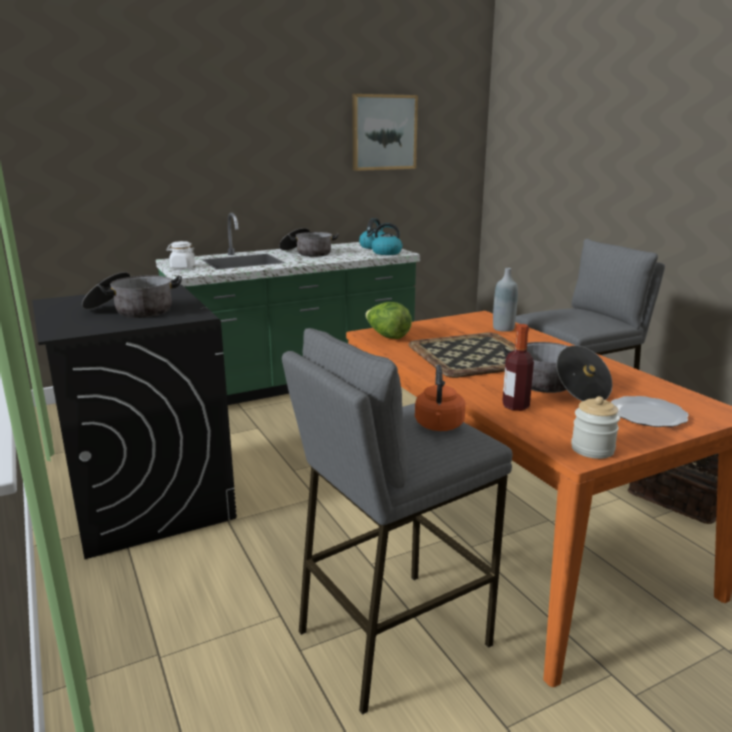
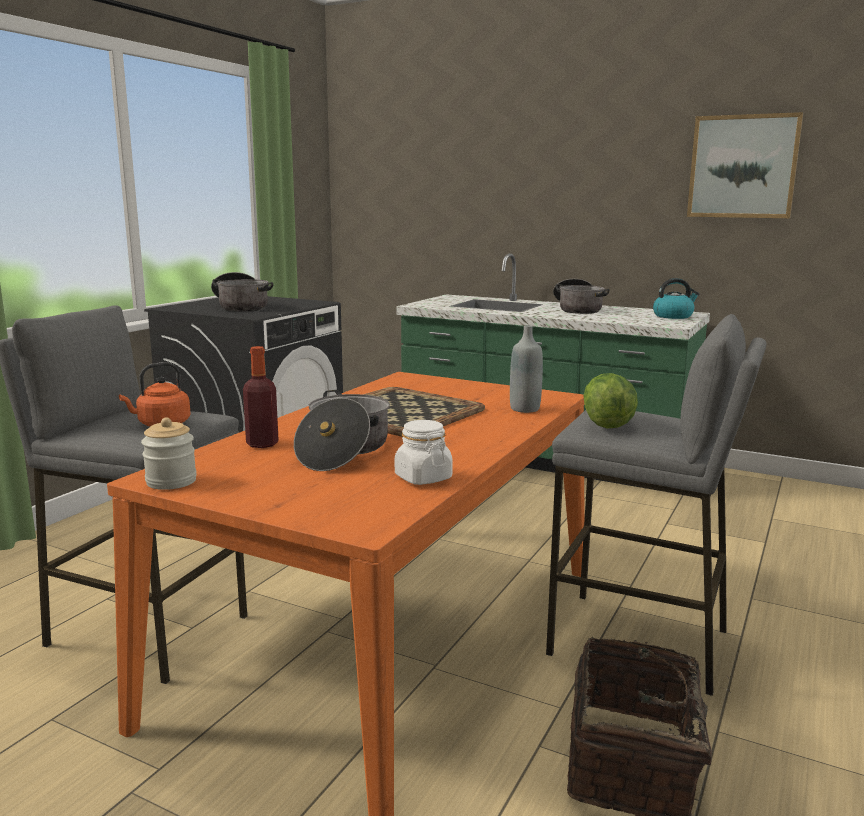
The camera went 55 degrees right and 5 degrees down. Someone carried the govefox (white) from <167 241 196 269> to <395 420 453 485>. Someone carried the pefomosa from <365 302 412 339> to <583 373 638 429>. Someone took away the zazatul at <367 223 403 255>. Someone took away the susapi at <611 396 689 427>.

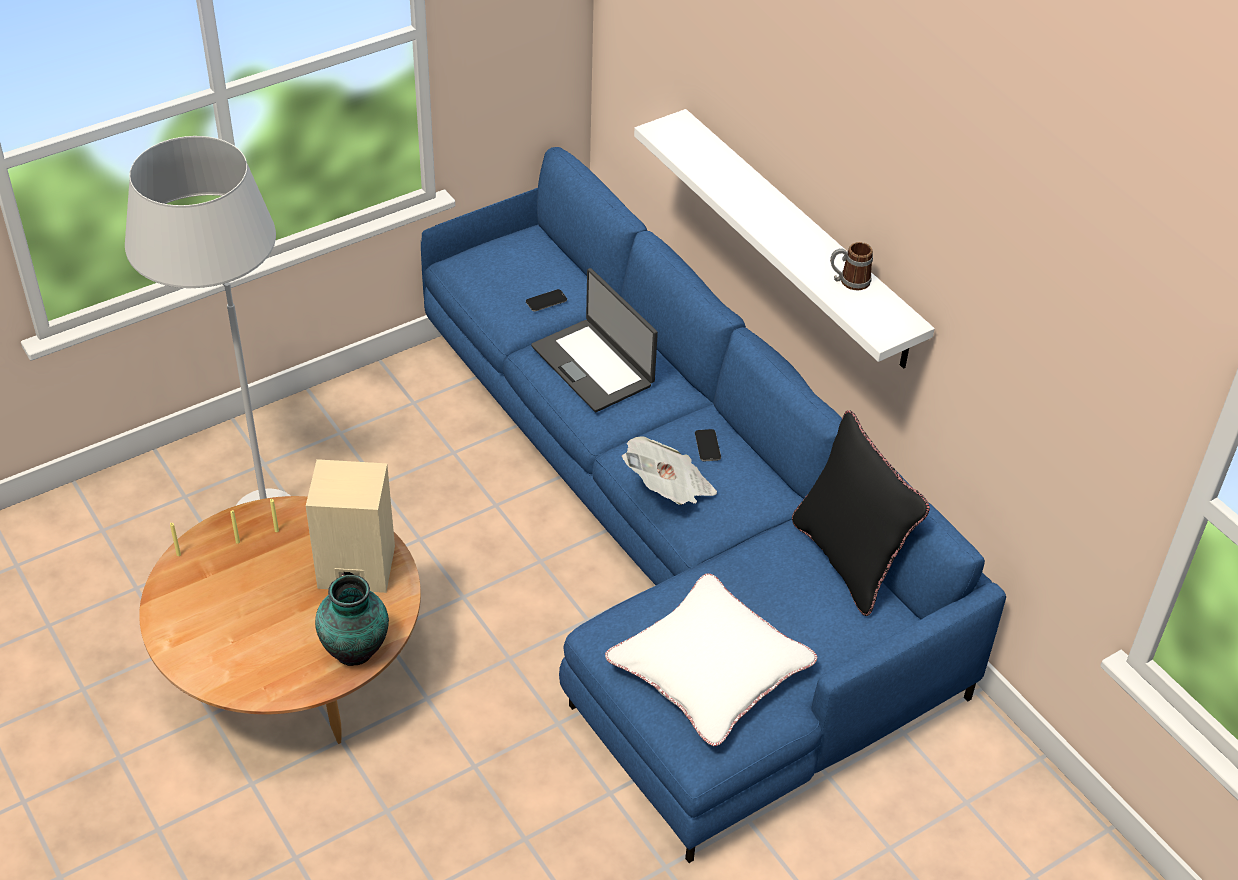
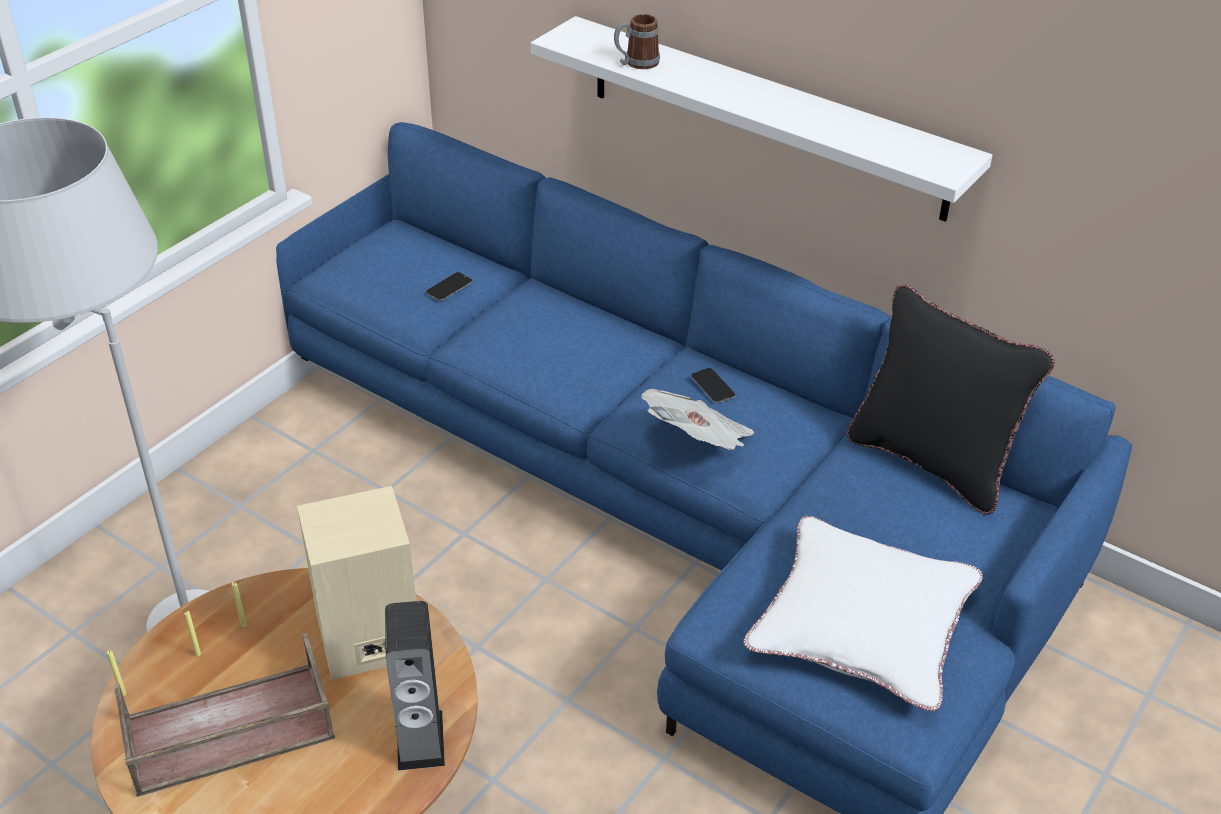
The camera went 20 degrees left and 5 degrees down. Someone swapped the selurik at <315 575 389 666> for the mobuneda at <385 601 445 770>. Someone took away the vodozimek at <531 268 658 412>. Someone carried the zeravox from <830 242 873 290> to <614 14 660 69>. Someone put down the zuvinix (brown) at <114 632 335 797>.

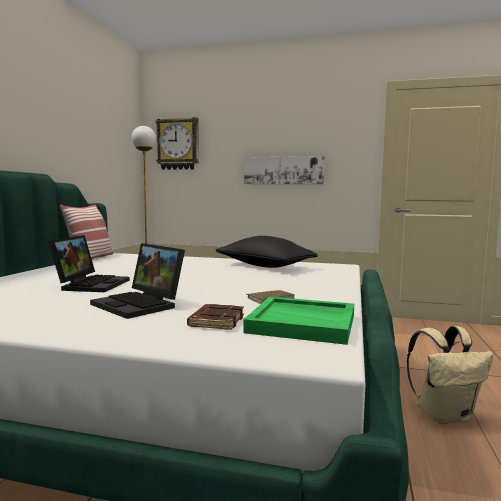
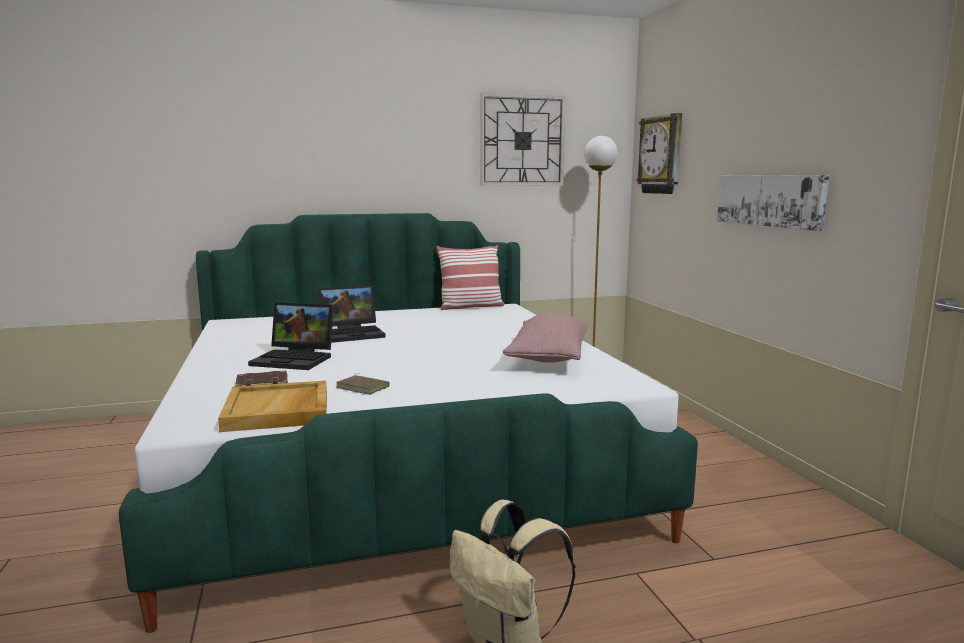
The camera went 60 degrees right and 5 degrees up. Someone rotated the vodozimek at <90 243 185 319> by 90 degrees counterclockwise. Someone repainted the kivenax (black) at <216 236 318 268>, which became the kivenax (pink) at <503 313 588 363>. Someone repainted the zuvinix (green) at <243 297 354 345>, which became the zuvinix (beige) at <218 381 327 432>. Someone put up the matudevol at <480 93 566 186>.

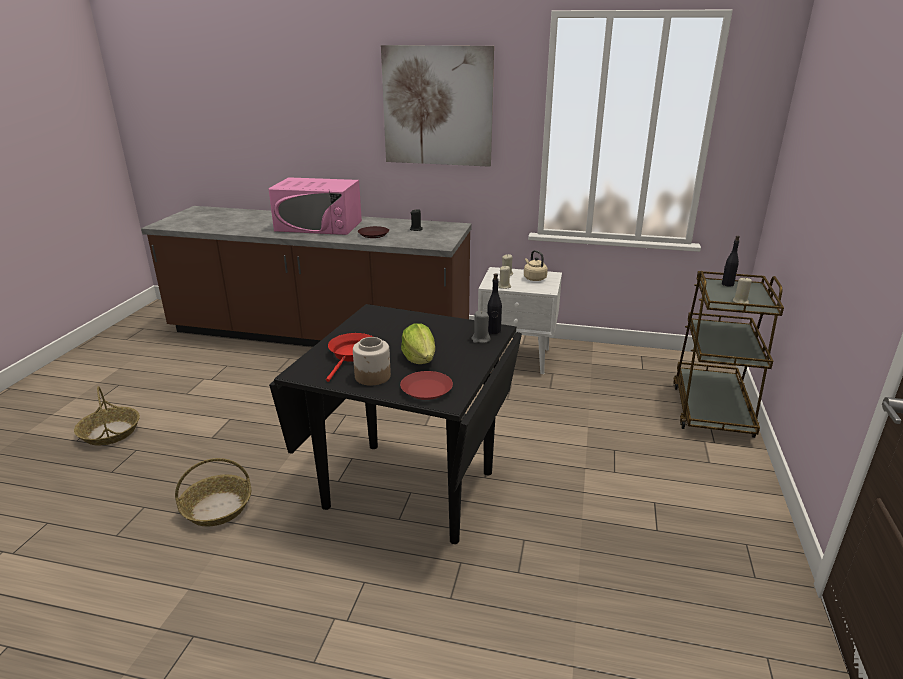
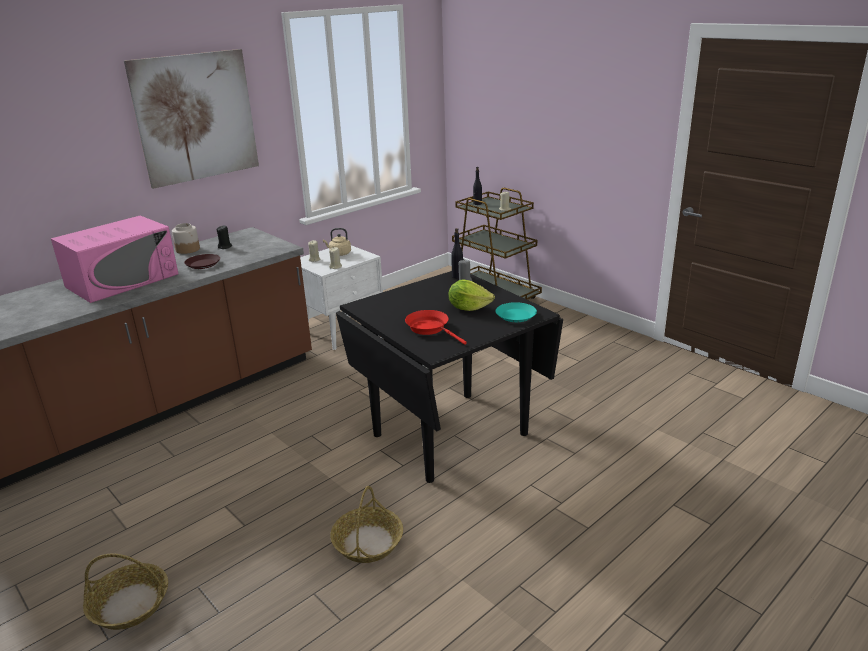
The camera went 55 degrees left and 0 degrees up. Someone carried the govefox from <353 337 391 386> to <172 223 200 254>. Someone repainted the susapi (red) at <400 371 453 400>, which became the susapi (turquoise) at <496 302 537 322>.

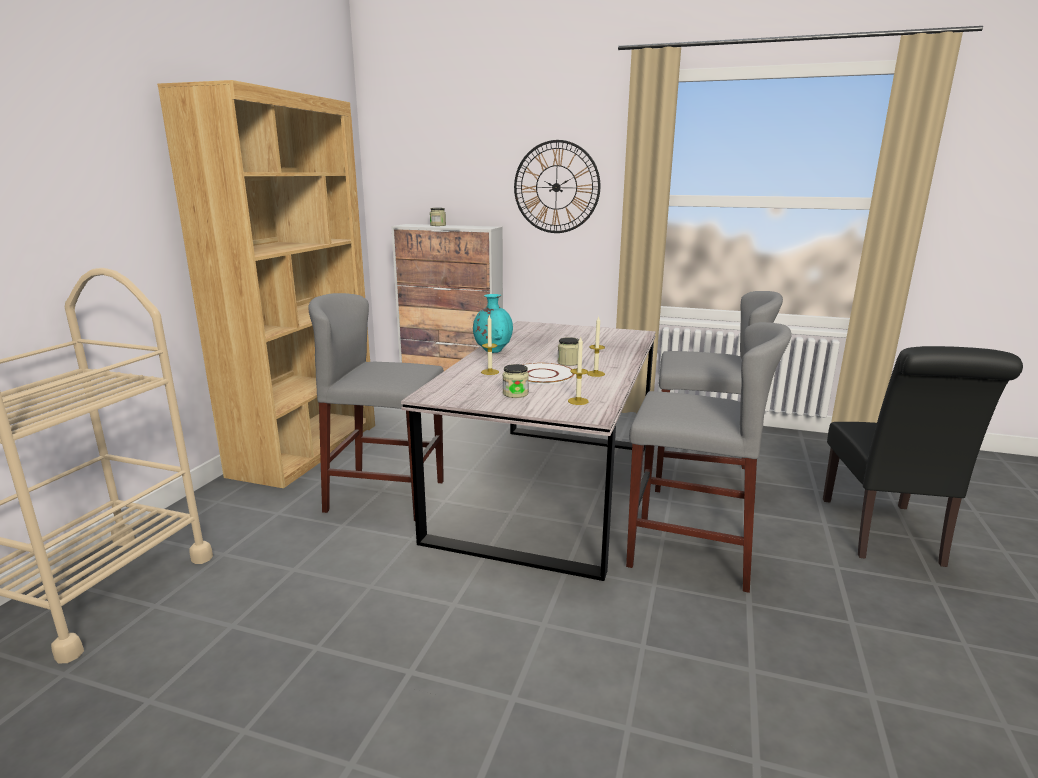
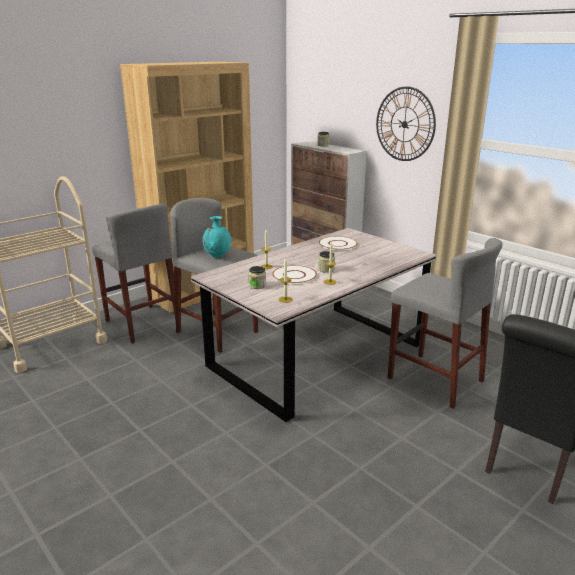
The camera went 30 degrees right and 5 degrees up. Someone carried the selurik (turquoise) from <473 294 513 353> to <202 216 231 258>. Someone carried the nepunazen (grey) from <626 322 792 593> to <92 203 176 344>. Someone put down the susapi (white) at <319 236 357 250>.

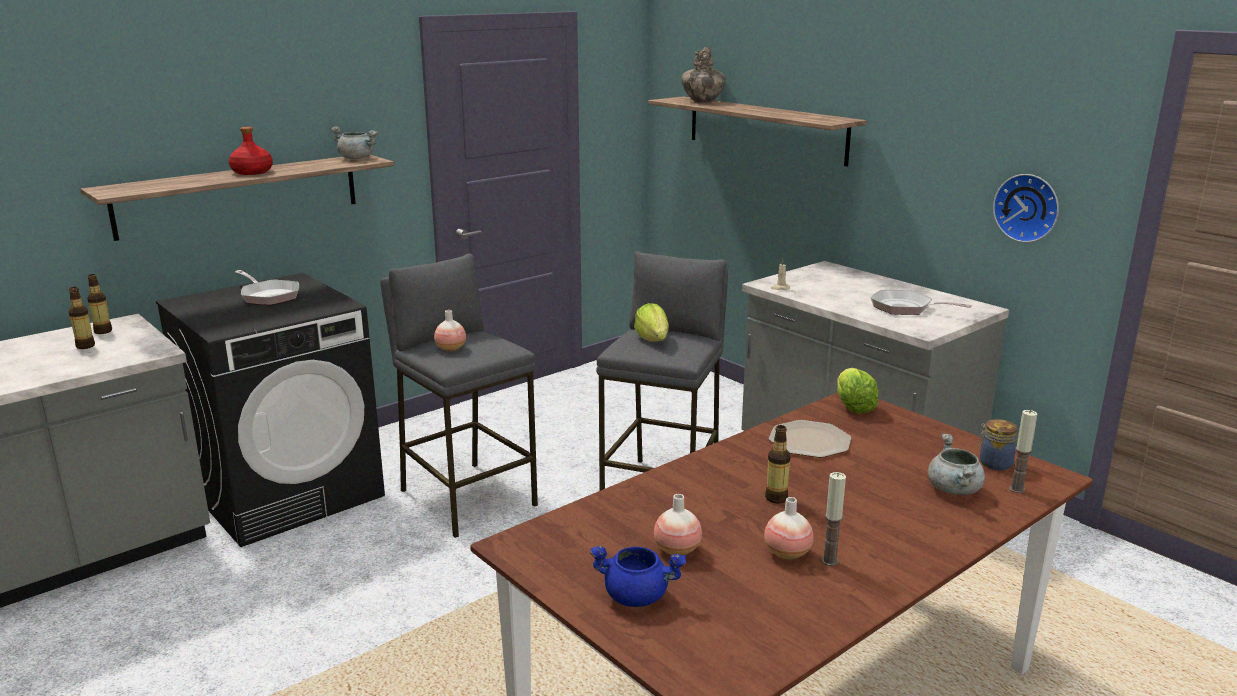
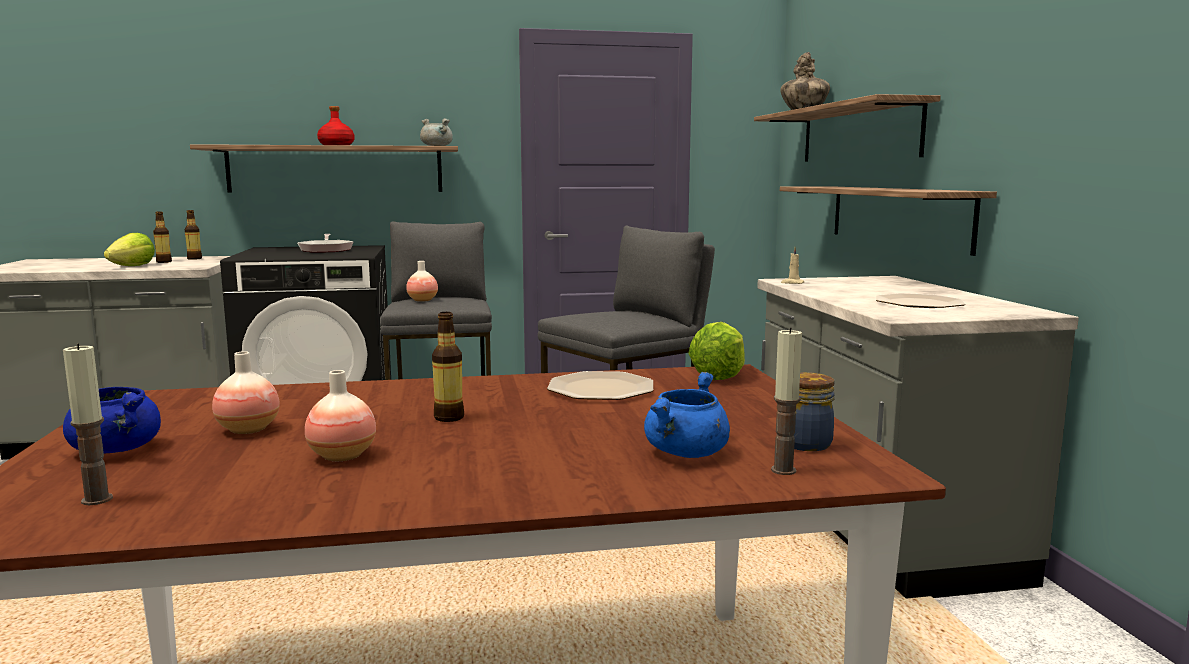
The camera went 30 degrees right and 10 degrees down. Someone carried the pefomosa from <634 303 669 342> to <104 233 155 266>. Someone carried the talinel from <821 472 846 566> to <63 343 113 505>. Someone swapped the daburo at <871 290 972 315> for the susapi at <876 293 965 308>. Someone repainted the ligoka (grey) at <928 433 985 495>, which became the ligoka (blue) at <644 372 730 458>. Someone took away the matudevol at <993 174 1059 243>. Someone put up the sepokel at <780 186 997 256>.

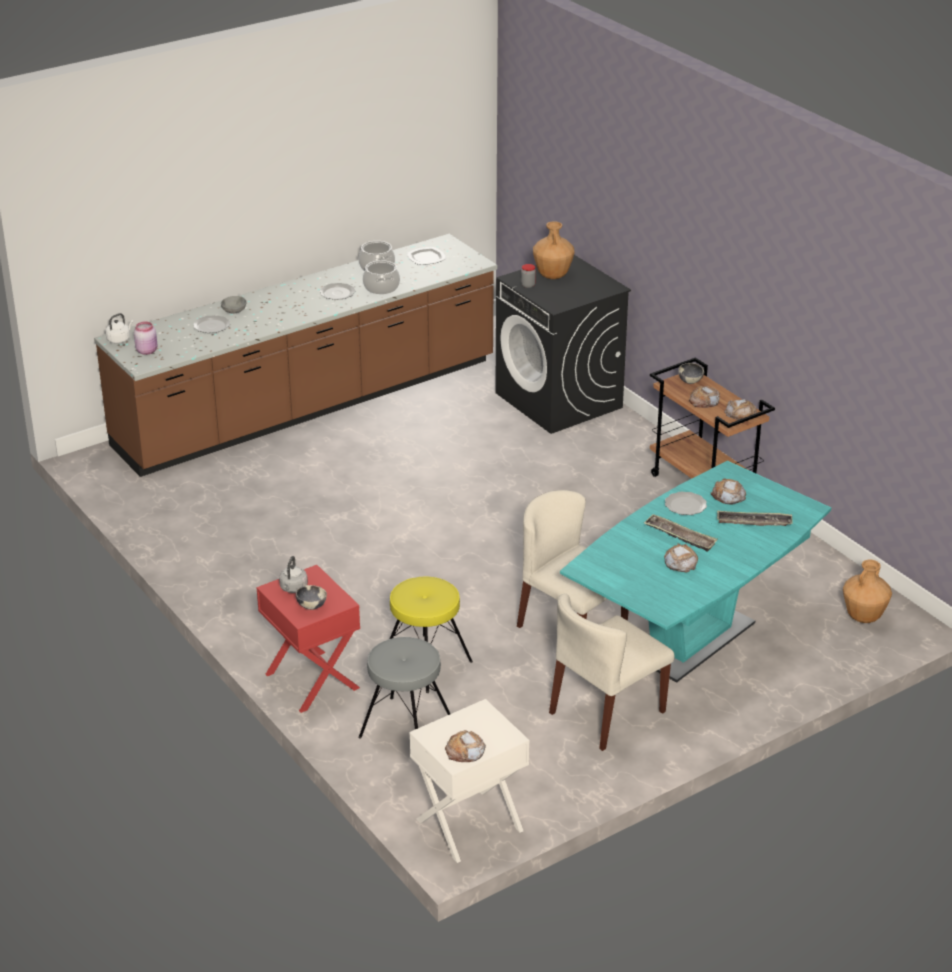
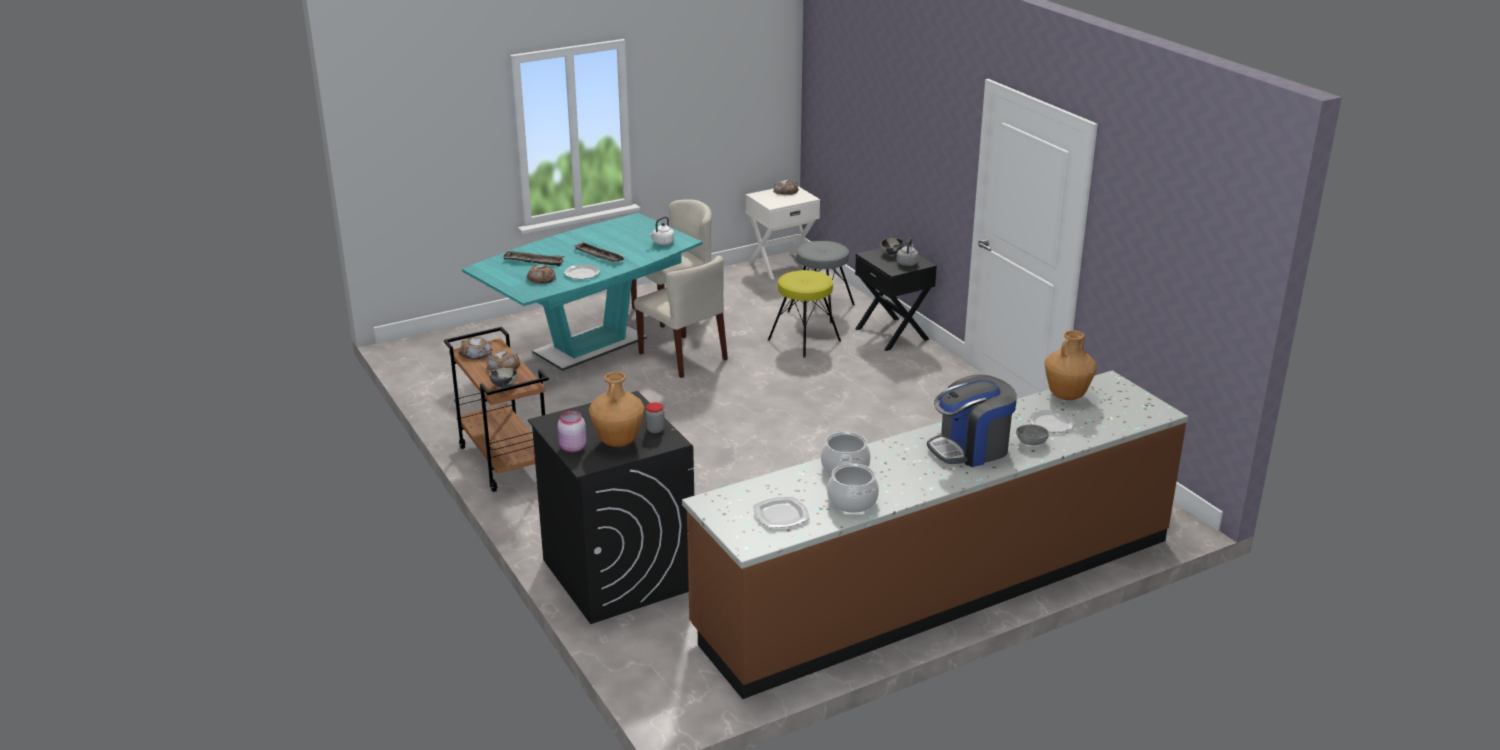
The camera went 175 degrees left and 5 degrees down. Someone carried the zazatul (white) from <105 313 133 344> to <648 217 674 245>. Someone carried the govefox (pink) from <134 321 157 355> to <557 411 587 452>. Someone repainted the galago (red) at <256 565 360 713>, which became the galago (black) at <855 246 937 351>. Someone took away the susapi at <319 283 355 300>. Someone took away the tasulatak at <664 543 698 573>. Someone carried the selurik (brown) from <843 560 892 623> to <1045 330 1097 400>. Someone put down the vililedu at <927 374 1017 467>.

